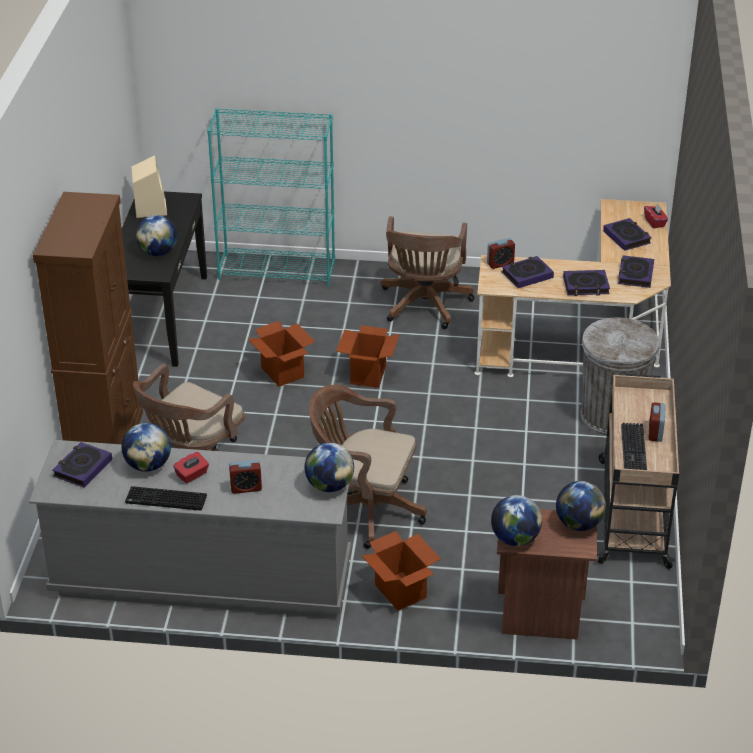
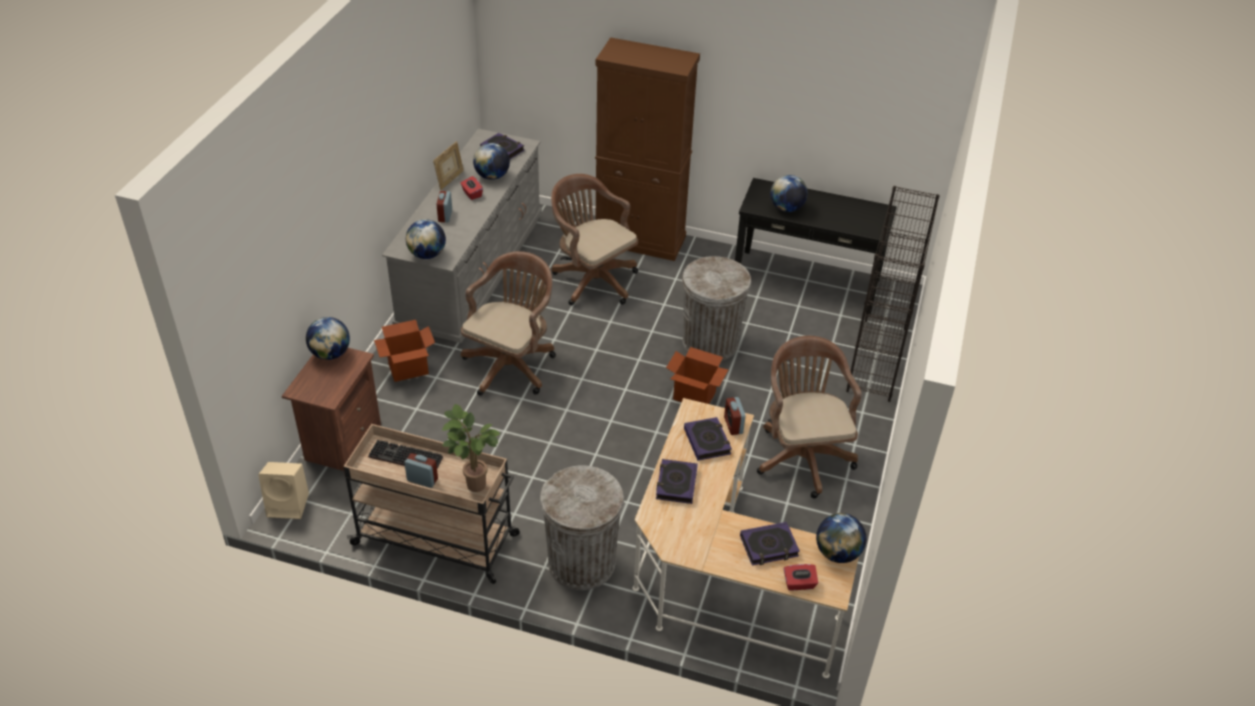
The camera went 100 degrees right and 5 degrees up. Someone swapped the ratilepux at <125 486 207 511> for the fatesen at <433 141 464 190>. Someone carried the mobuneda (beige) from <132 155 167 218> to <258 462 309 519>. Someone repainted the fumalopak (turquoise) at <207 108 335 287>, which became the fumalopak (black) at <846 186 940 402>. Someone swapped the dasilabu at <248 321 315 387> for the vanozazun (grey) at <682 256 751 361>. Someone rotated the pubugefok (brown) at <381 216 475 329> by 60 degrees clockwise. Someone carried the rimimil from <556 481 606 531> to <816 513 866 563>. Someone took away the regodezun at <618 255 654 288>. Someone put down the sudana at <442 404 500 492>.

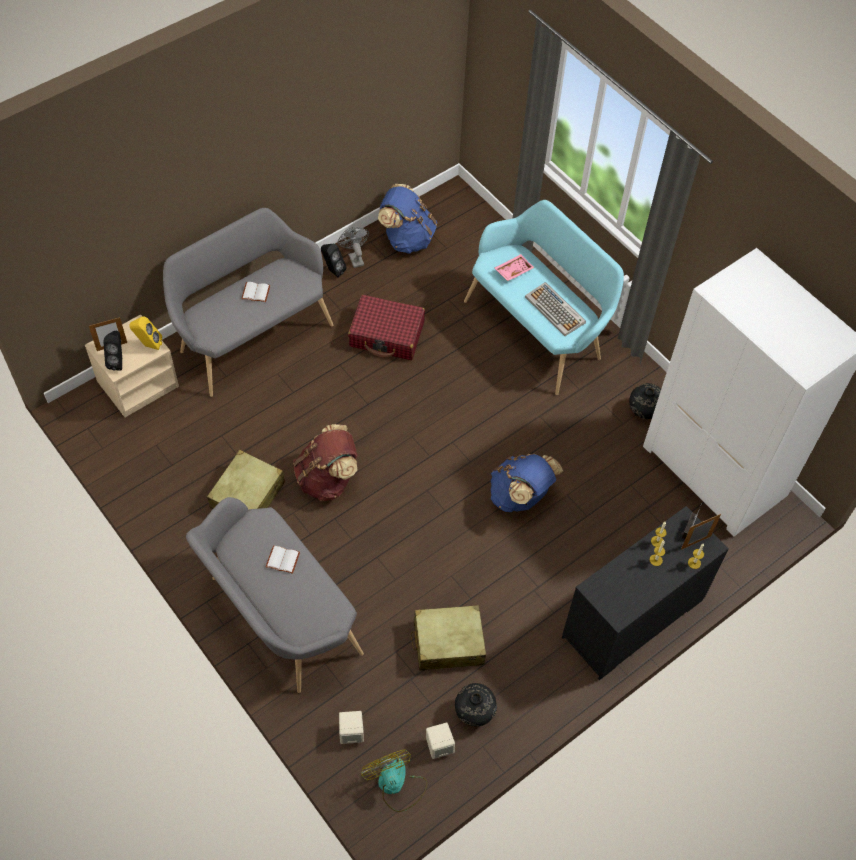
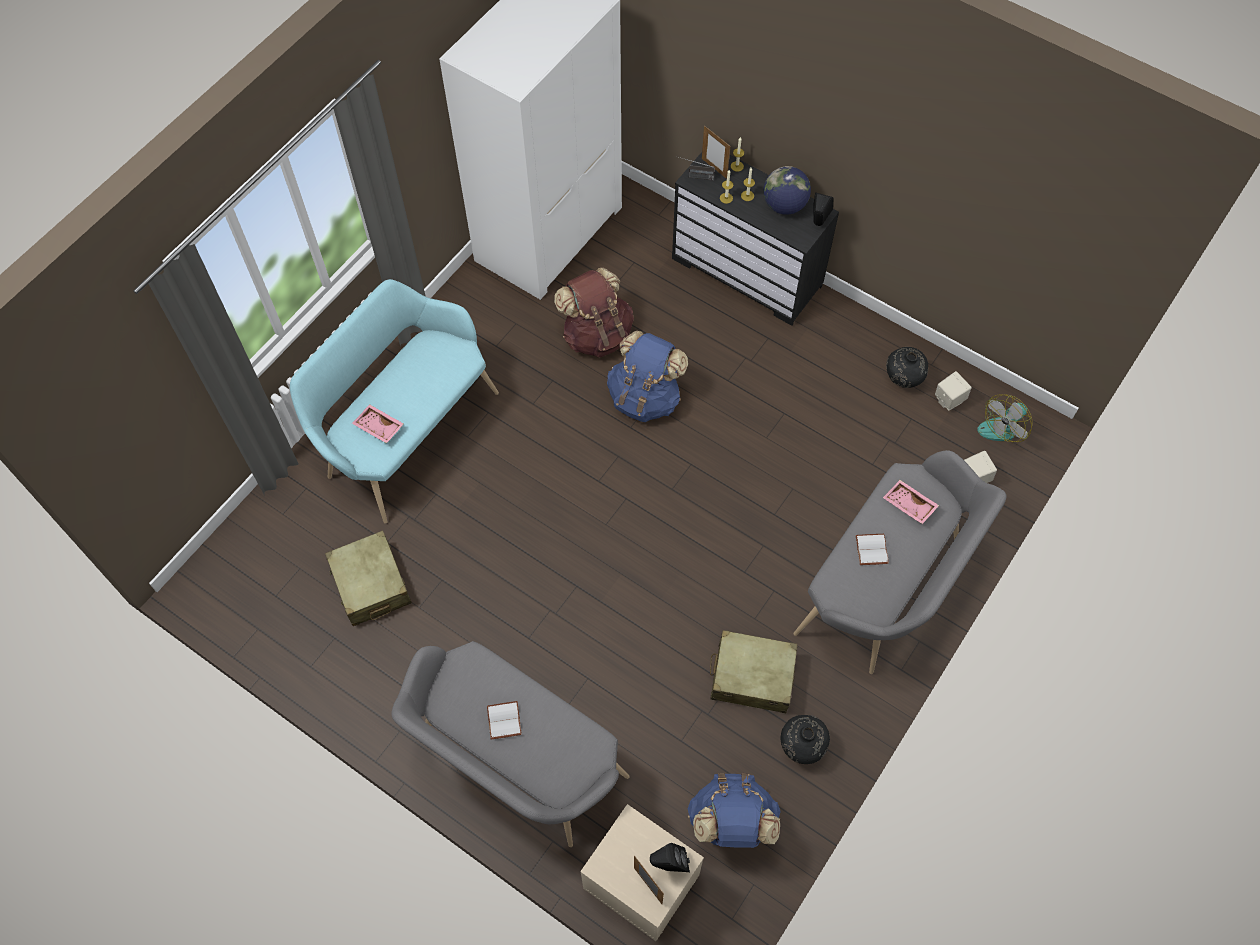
The camera went 105 degrees left and 5 degrees up. Someone took away the mobuneda (yellow) at <129 316 162 350>. Someone carried the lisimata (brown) from <293 424 357 501> to <554 267 634 357>. Someone carried the mobuneda (black) from <321 244 346 278> to <813 192 834 226>. Someone took away the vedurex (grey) at <338 227 369 268>. Someone took away the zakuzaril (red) at <348 295 425 360>. Someone carried the lisimata (blue) from <378 184 437 254> to <688 773 781 848>. Someone carried the zakuzaril (beige) from <411 605 486 670> to <325 530 412 626>. Someone took away the ratilepux at <525 282 586 336>. Someone carried the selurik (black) from <629 383 661 419> to <781 715 830 764>. Someone put down the rimimil at <763 166 811 215>. Someone put down the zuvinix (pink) at <883 480 939 524>.

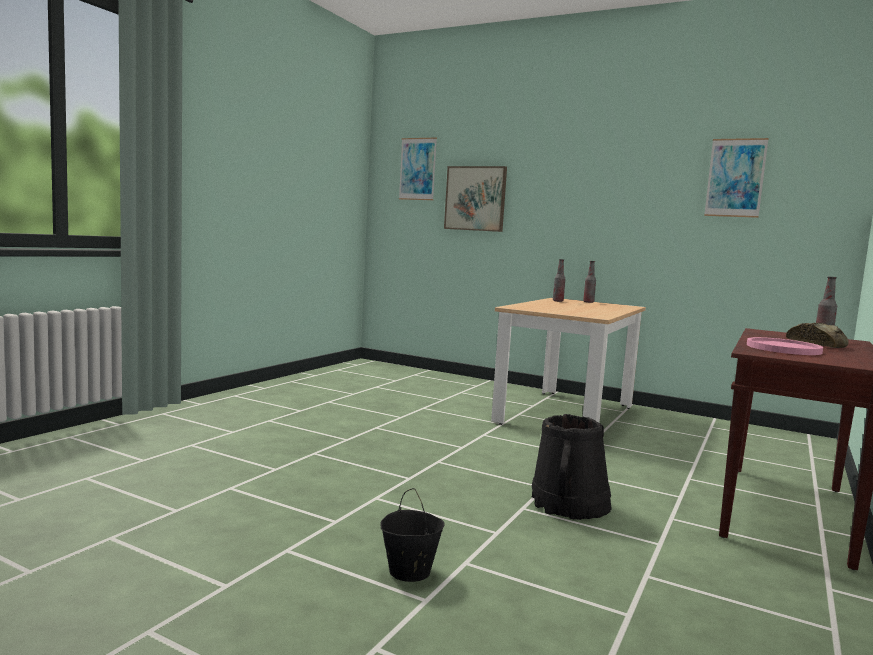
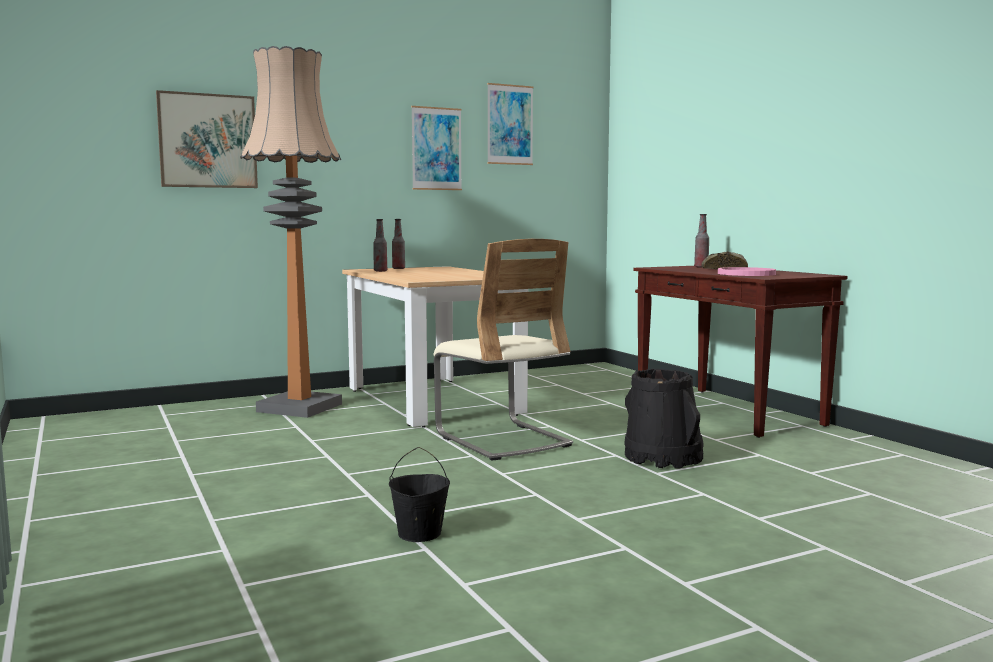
The camera went 55 degrees left and 0 degrees up. Someone carried the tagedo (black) from <380 488 445 582> to <389 447 450 542>. Someone carried the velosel from <399 138 437 200> to <411 106 462 190>. Someone put down the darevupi at <240 46 342 418>. Someone put down the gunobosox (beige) at <433 239 573 461>.

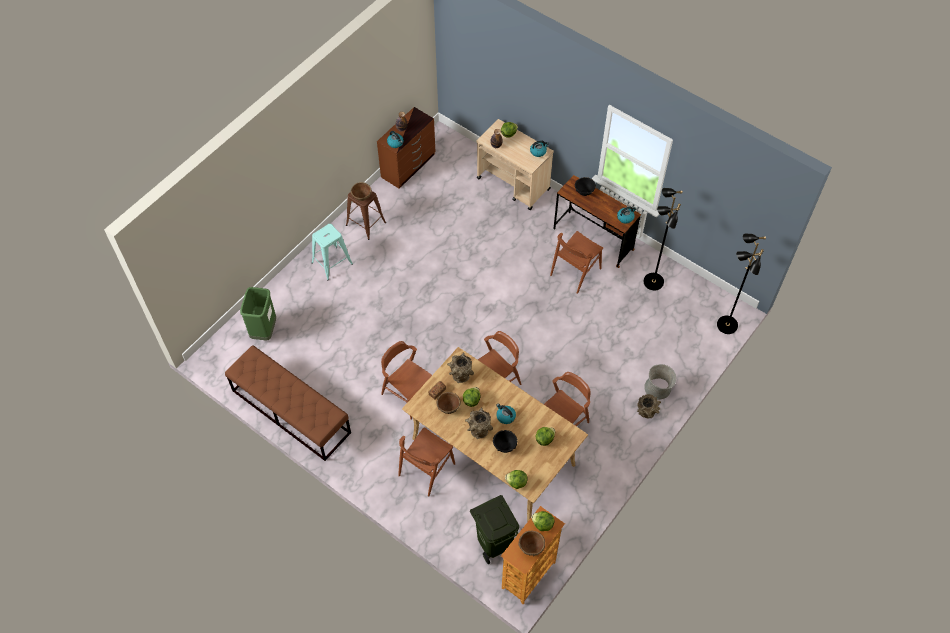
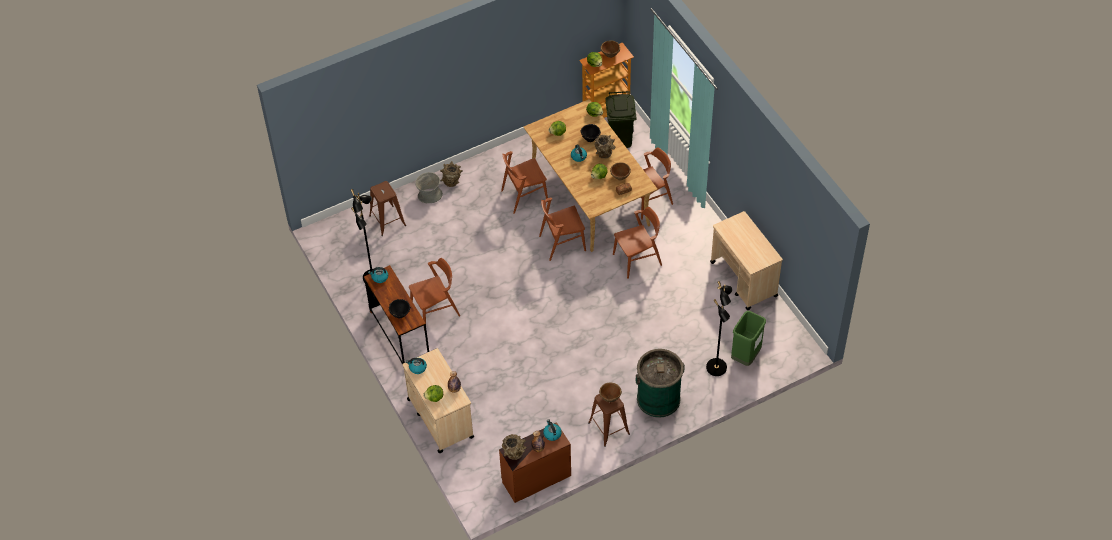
The camera went 155 degrees left and 5 degrees down. Someone swapped the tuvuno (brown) at <225 346 351 461> for the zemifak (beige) at <710 211 783 310>. Someone swapped the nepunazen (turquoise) at <312 224 353 280> for the vanozazun (green) at <636 349 685 418>. Someone rotated the gunobosox (brown) at <381 341 432 420> by 90 degrees counterclockwise. Someone carried the selurik (brown) from <447 353 474 383> to <502 434 526 460>. Someone carried the darevupi (black) from <717 233 766 334> to <706 281 732 376>. Someone put down the nepunazen (brown) at <369 181 406 236>.

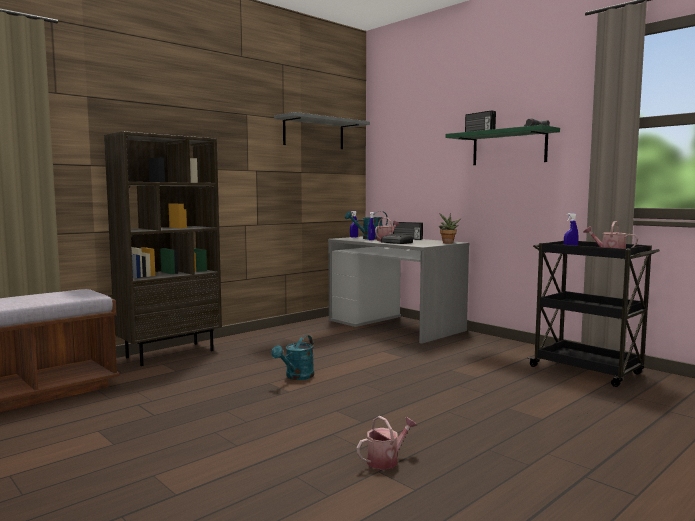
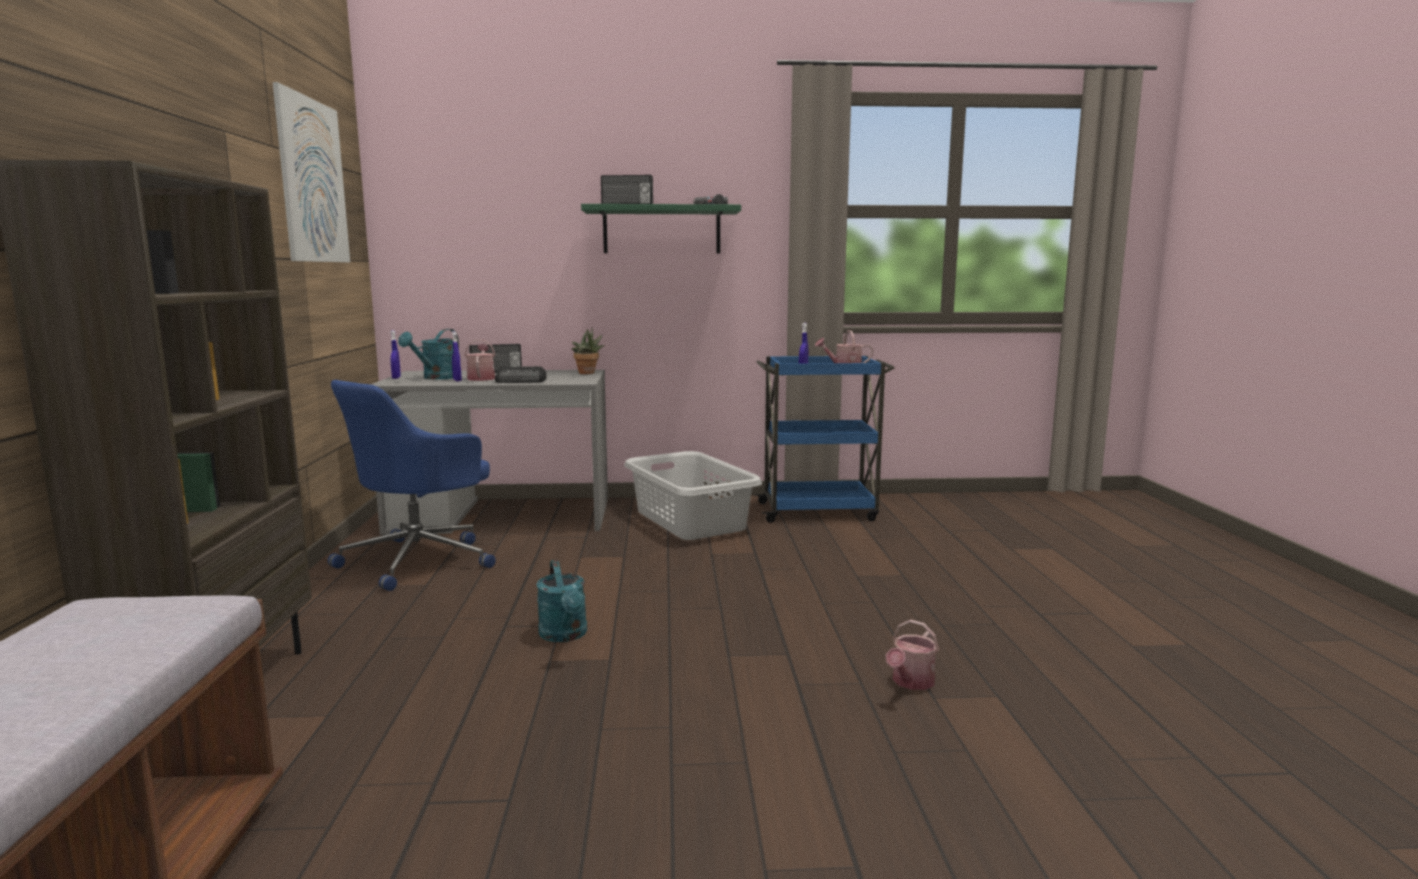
The camera went 50 degrees left and 5 degrees up. Someone swapped the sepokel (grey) at <274 112 370 149> for the velosel at <272 82 350 262>. Someone rotated the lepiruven at <356 416 417 470> by 150 degrees counterclockwise. Someone repainted the zemifak (black) at <528 241 660 387>, which became the zemifak (blue) at <755 356 894 523>. Someone put down the pubugefok (blue) at <328 380 496 591>. Someone put down the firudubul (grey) at <624 451 762 540>.

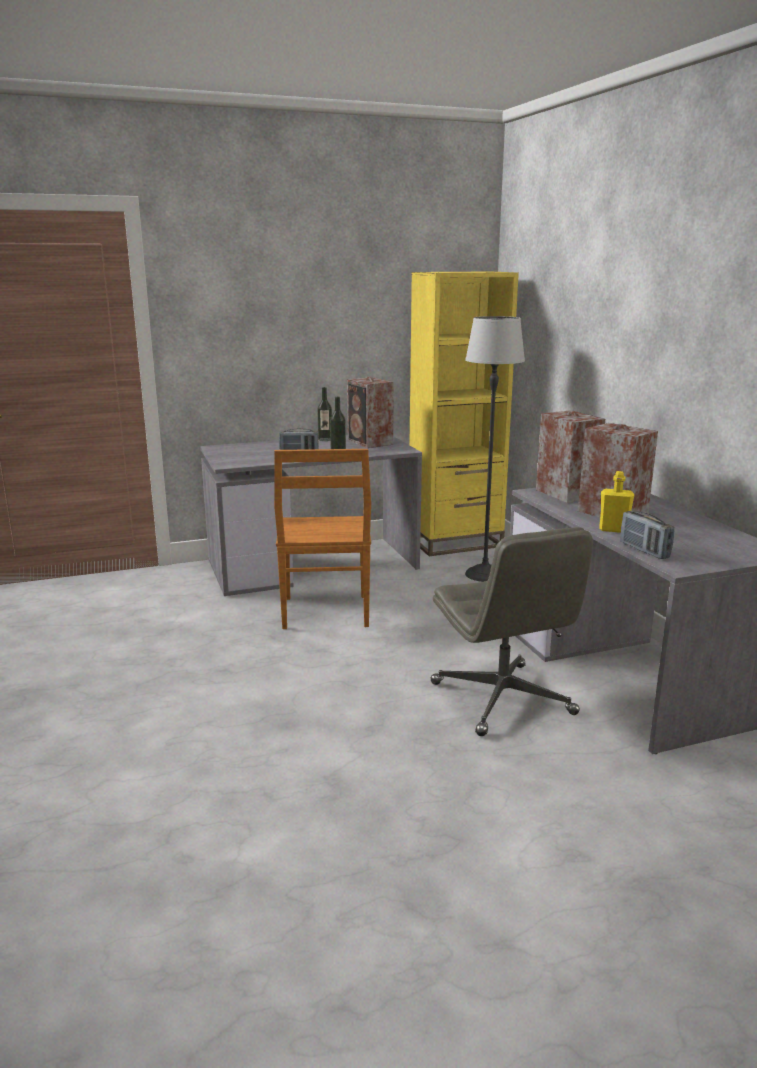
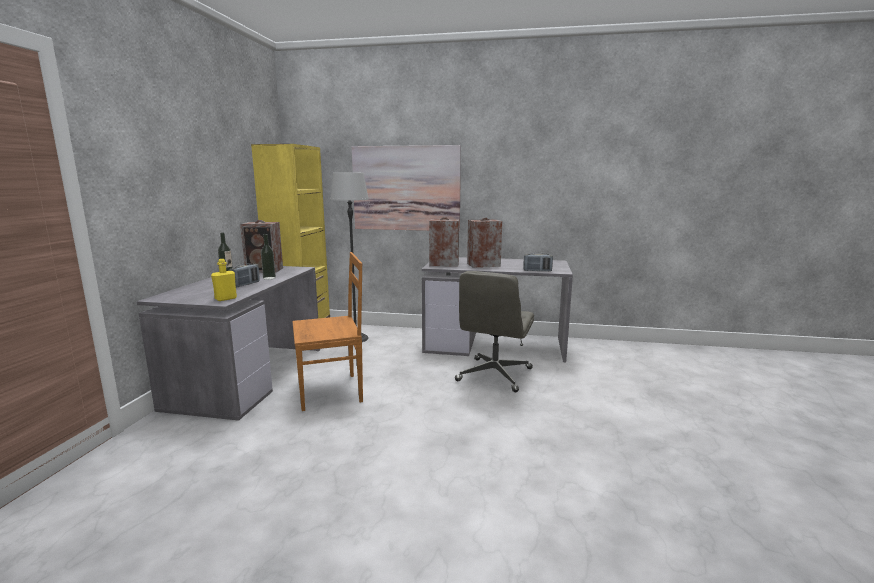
The camera went 60 degrees left and 5 degrees down. Someone rotated the gunobosox (brown) at <274 449 371 629> by 45 degrees counterclockwise. Someone rotated the pubugefok (grey) at <431 527 593 736> by 105 degrees clockwise. Someone carried the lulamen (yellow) from <599 471 634 533> to <211 259 237 301>. Someone put up the velosel at <352 145 461 231>.

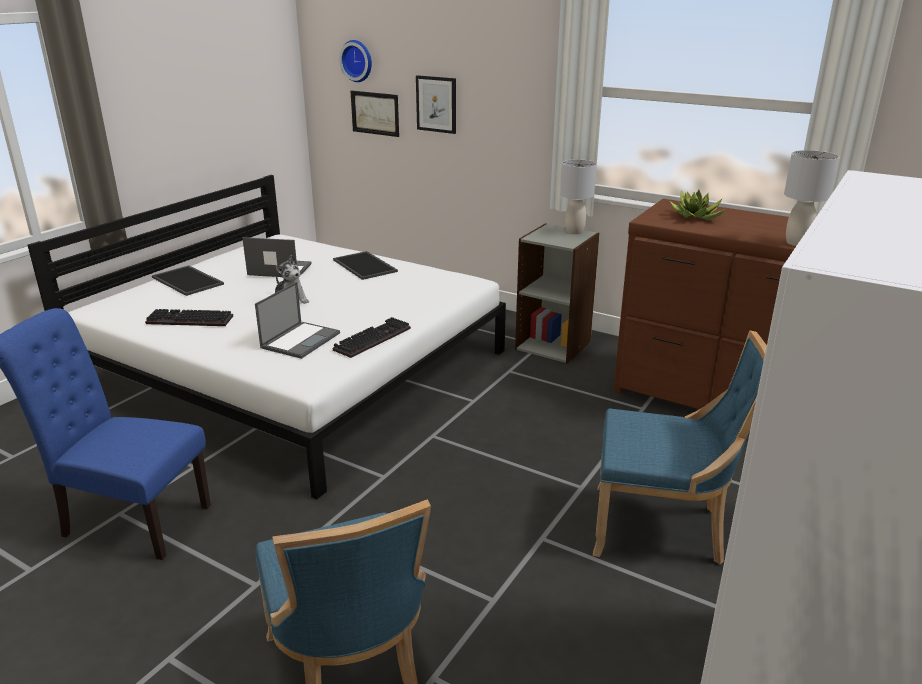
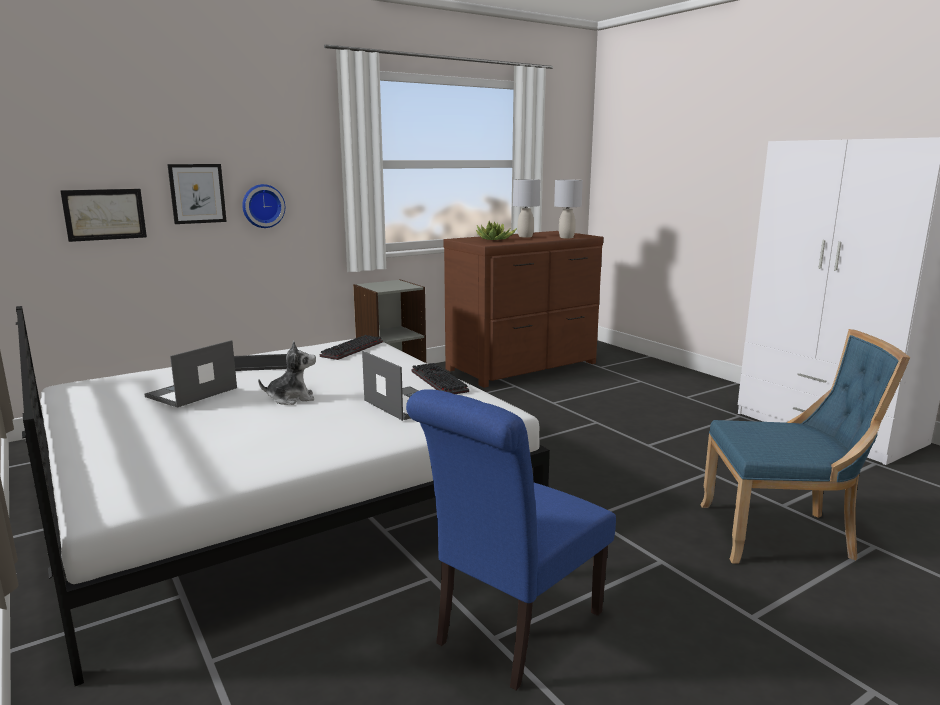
The camera went 65 degrees left and 10 degrees down. Someone carried the ratilepux from <145 309 233 326> to <320 335 383 360>. Someone took away the zuvinix at <152 265 224 296>. Someone carried the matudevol from <339 40 372 82> to <242 184 285 228>. Someone carried the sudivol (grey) from <560 159 597 234> to <513 179 540 238>. Someone took away the gunobosox (blue) at <593 330 767 565>.

